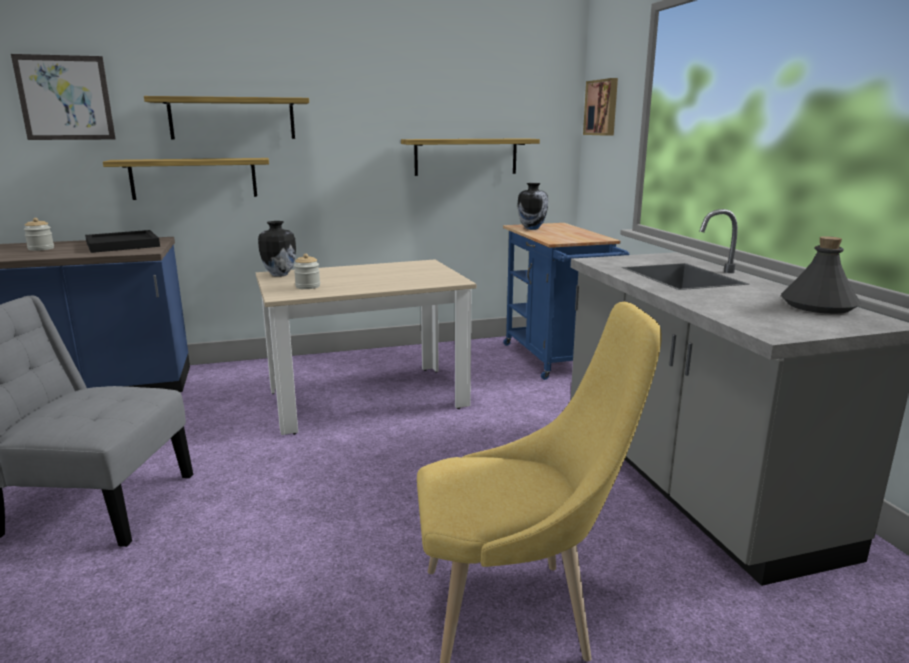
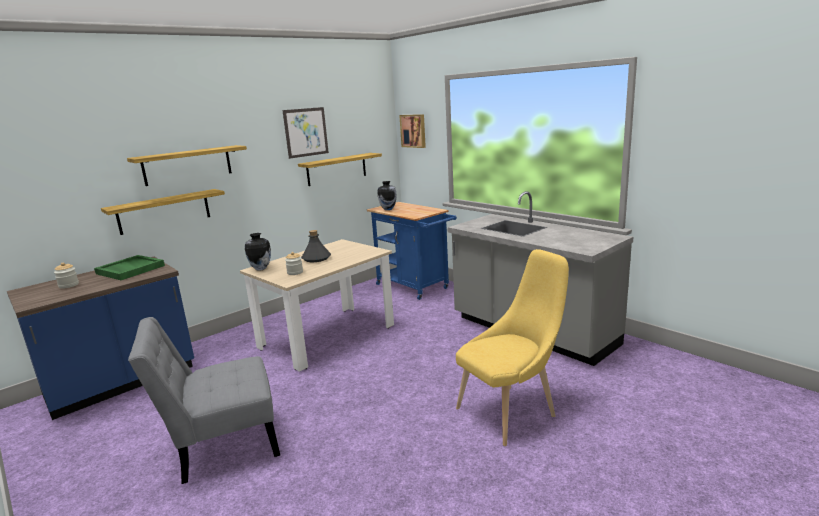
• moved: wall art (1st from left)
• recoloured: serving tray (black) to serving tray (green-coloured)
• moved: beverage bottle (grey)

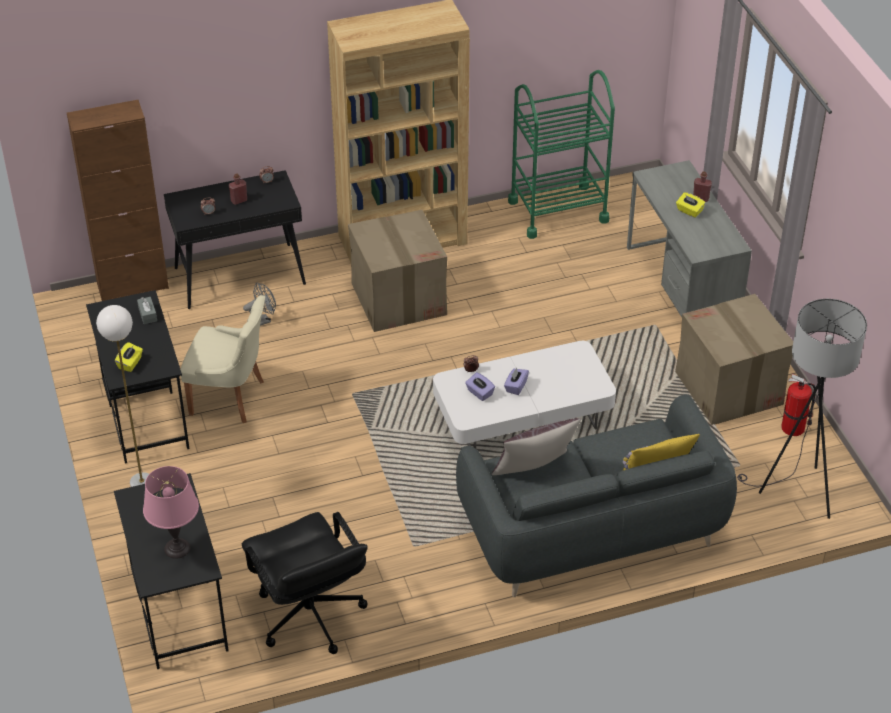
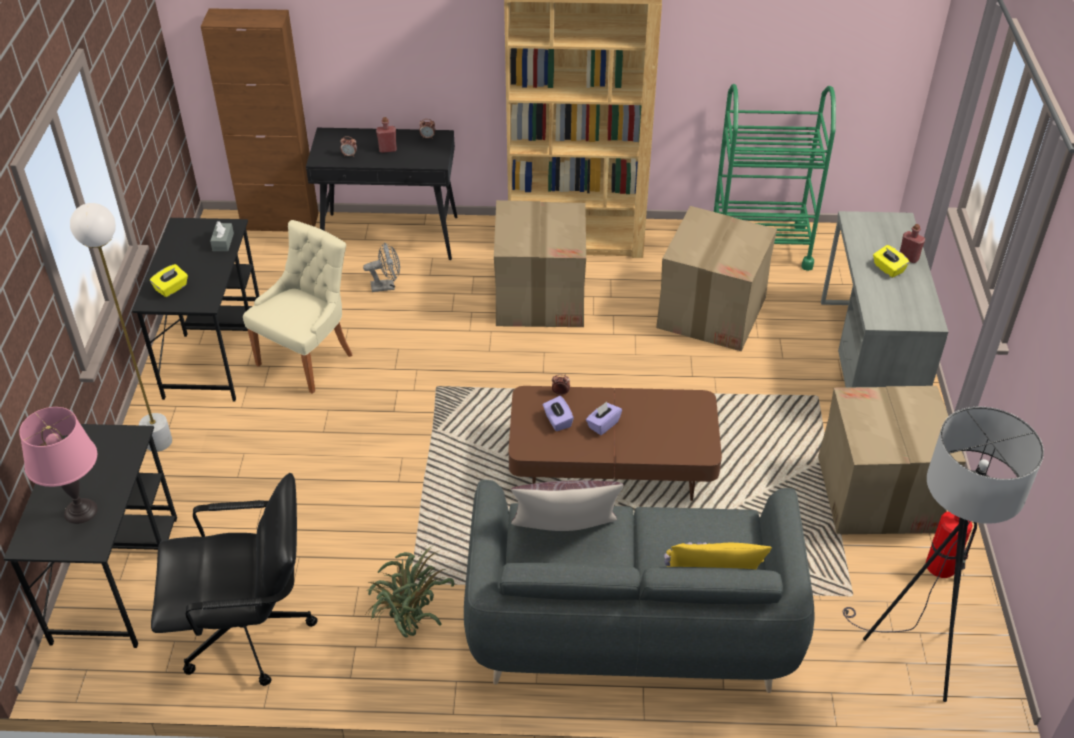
• turned: plain chair (beige-coloured) 90 degrees counterclockwise
• turned: desk chair (black) 90 degrees counterclockwise
• recoloured: lounge table (white-coloured) to lounge table (brownish)
• added: plant in a pot
• added: packing box (2nd from left)

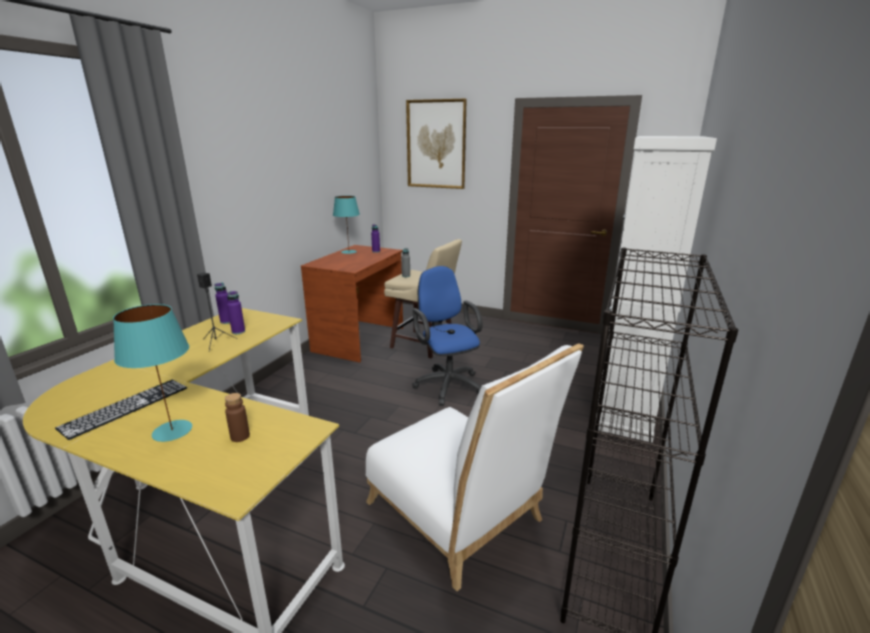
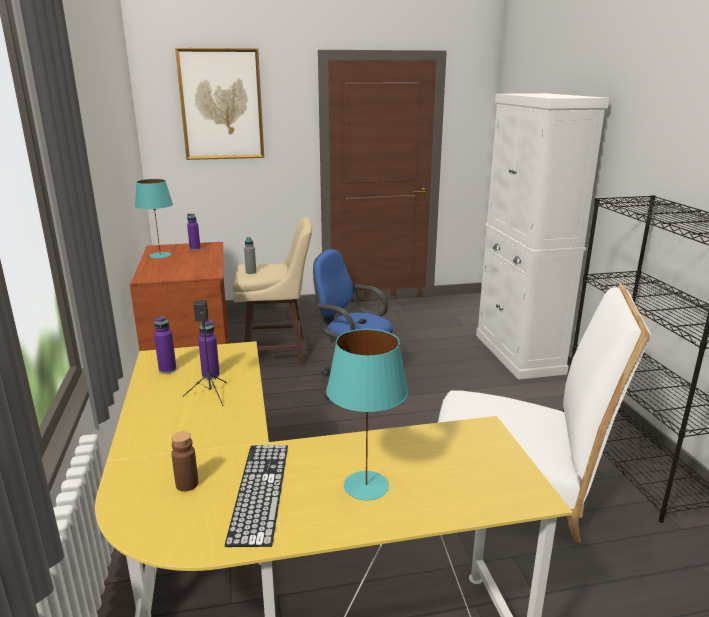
• moved: beverage bottle (brownish)

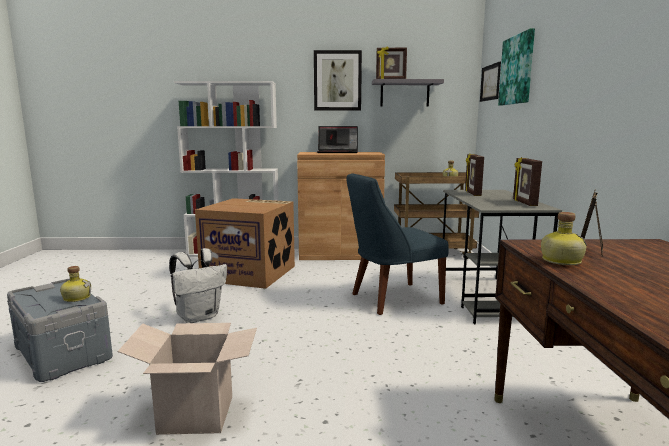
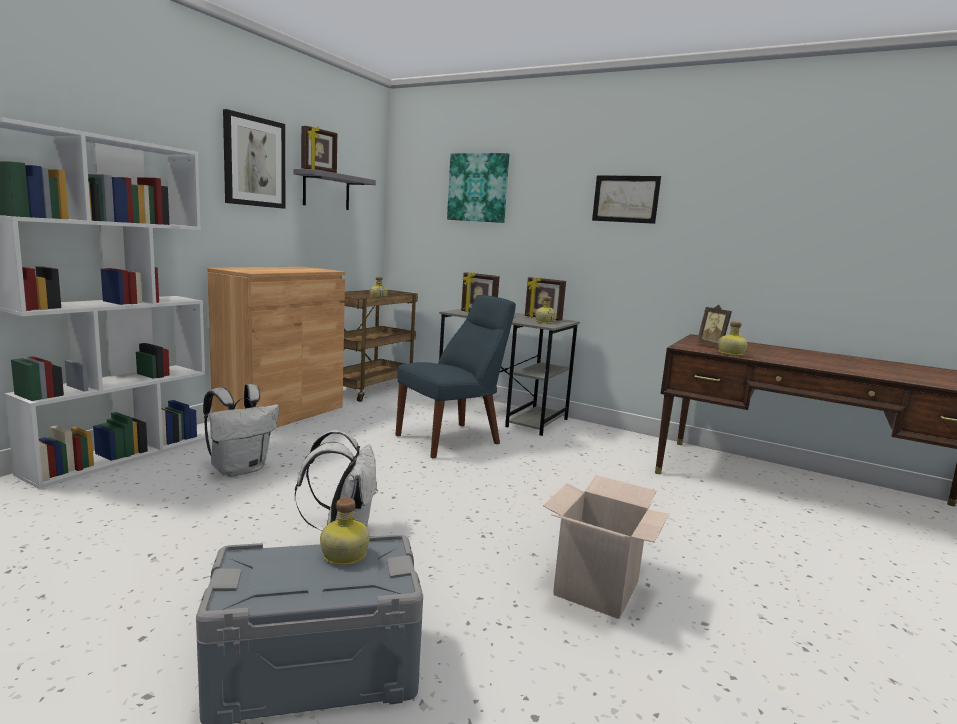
• replaced: packing box (2nd from left) to backpack (white-coloured) (1st from left)
• removed: laptop
• turned: plain chair (blue) 135 degrees counterclockwise
• moved: wall art (2nd from left in the first image) to wall art (3rd from left)
• added: beverage bottle (3rd from left)

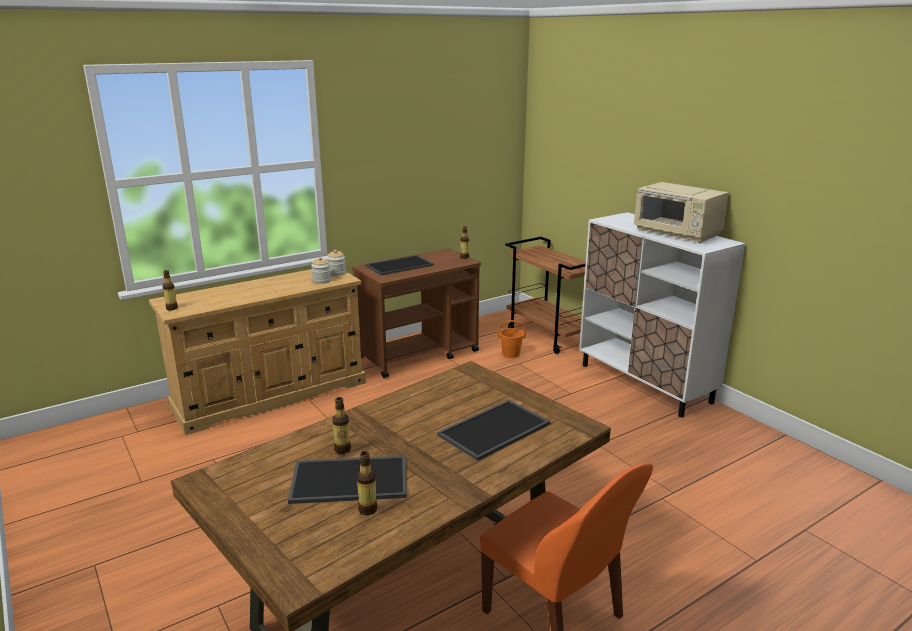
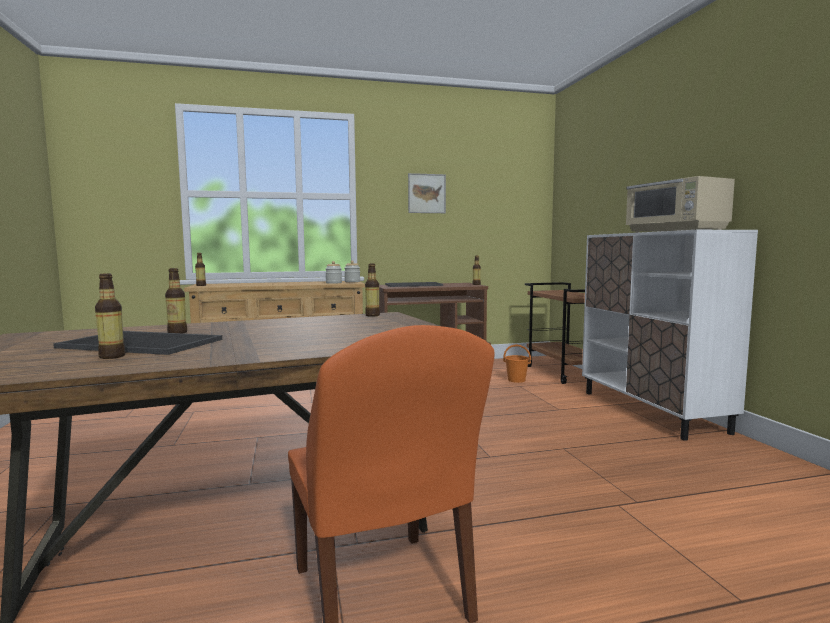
• removed: serving tray (3rd from left)
• added: beverage bottle (4th from left)
• added: wall art

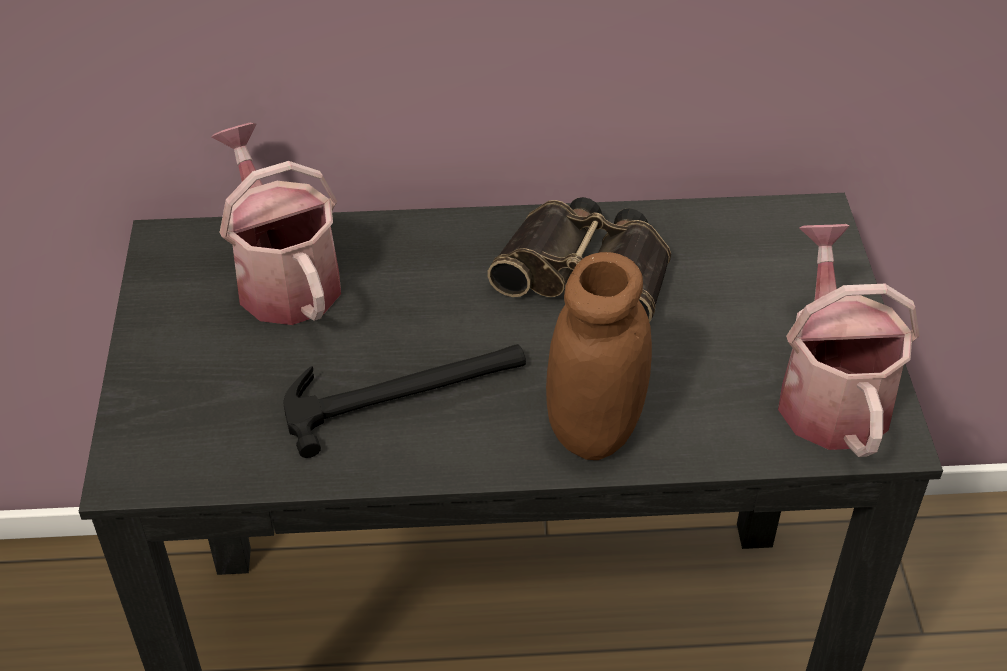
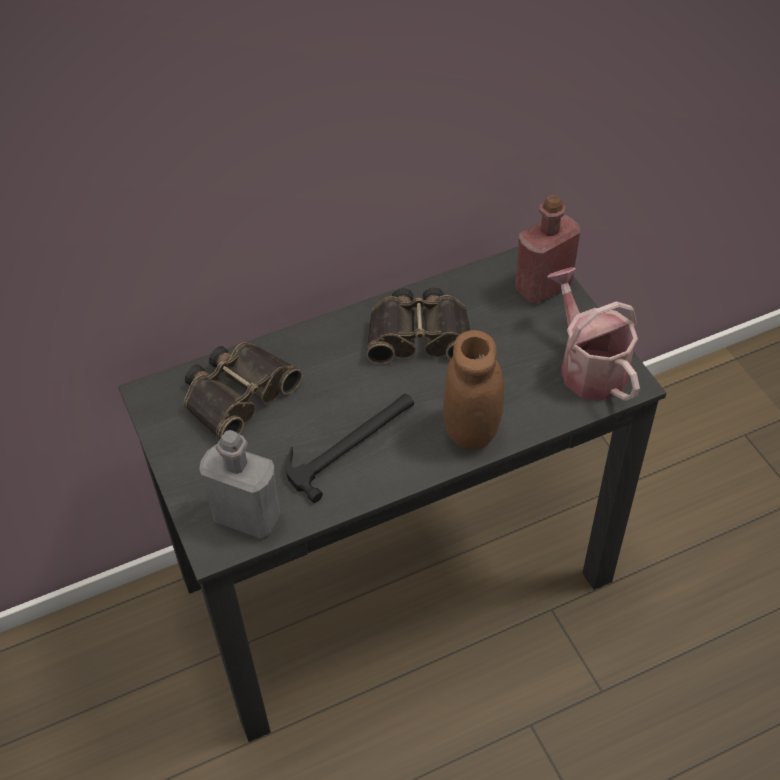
• replaced: watering can (1st from left) to field glasses (1st from left)
• added: beverage bottle (grey)
• added: beverage bottle (red)

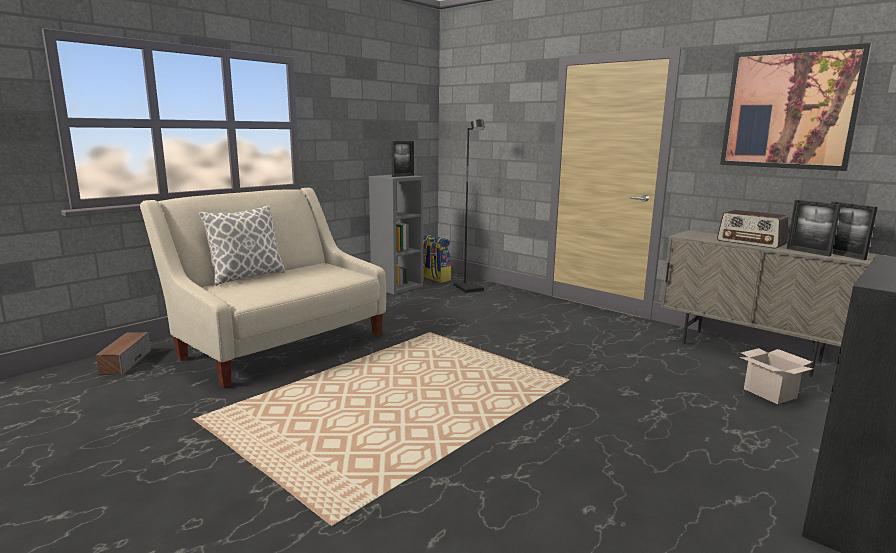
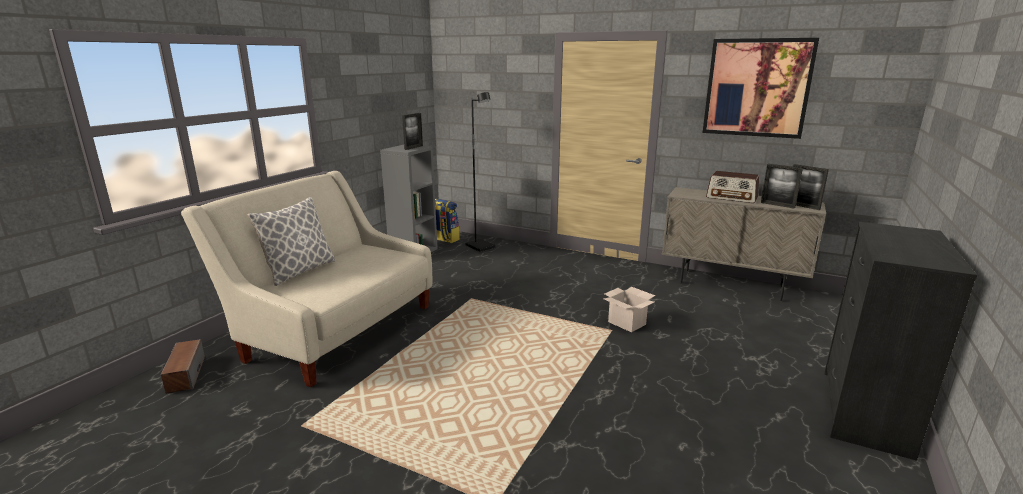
• moved: packing box

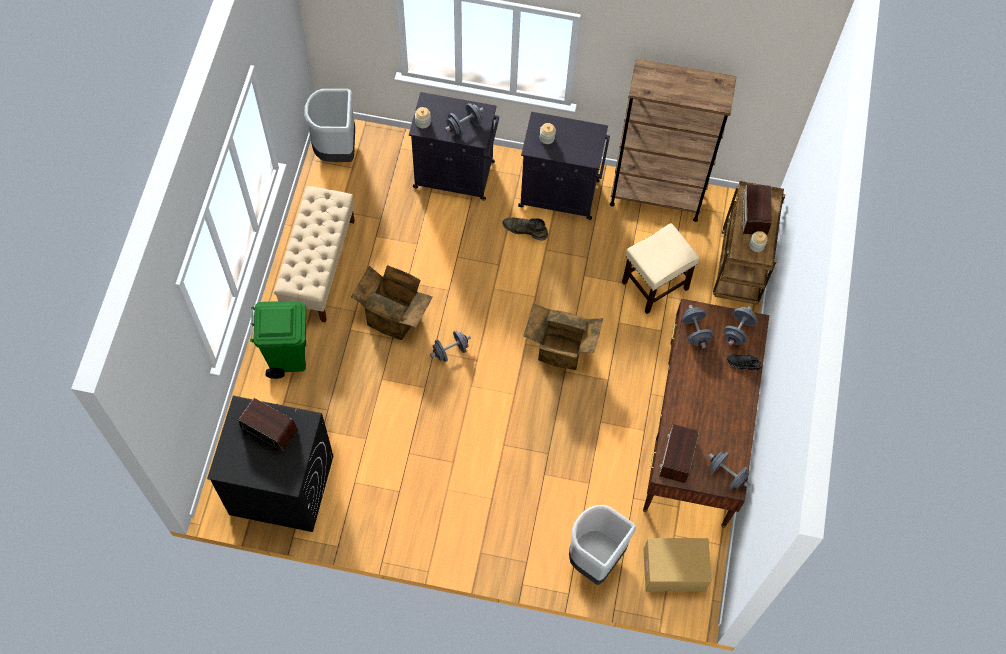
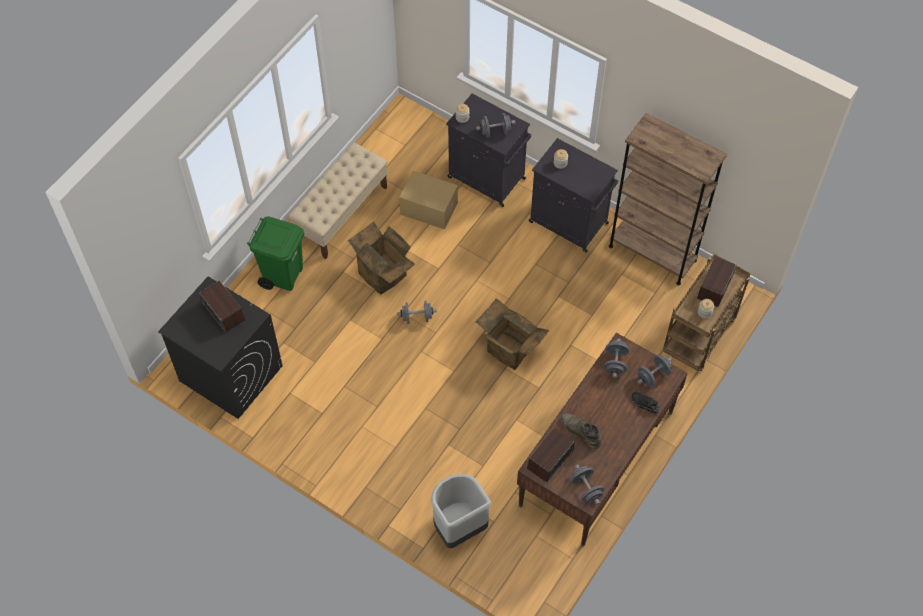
• removed: rubbish bin (grey) (1st from left)
• moved: high-top boot (green-coloured)
• removed: stool seat (beige-coloured)
• moved: packing box (3rd from left in the first image) to packing box (2nd from left)

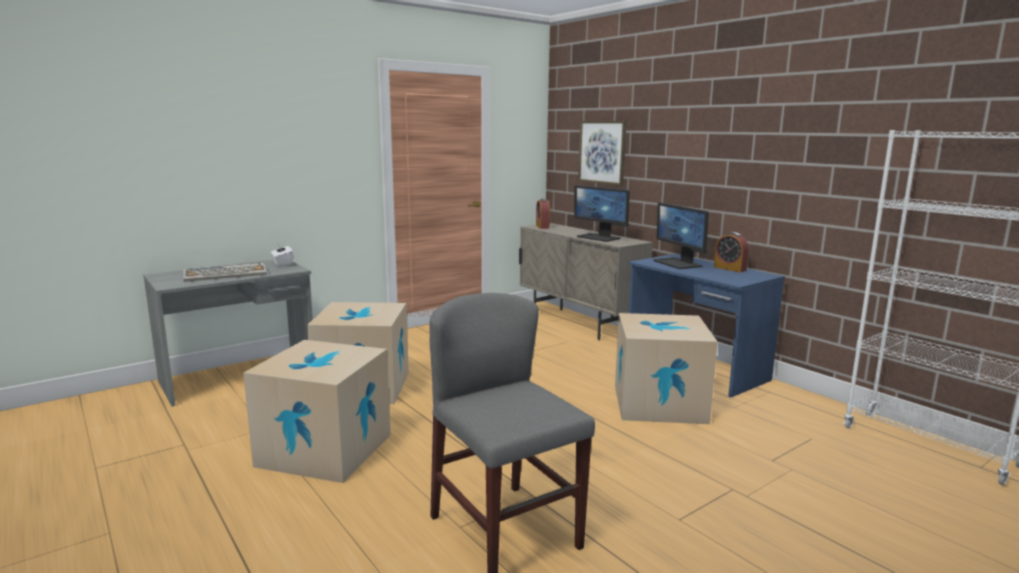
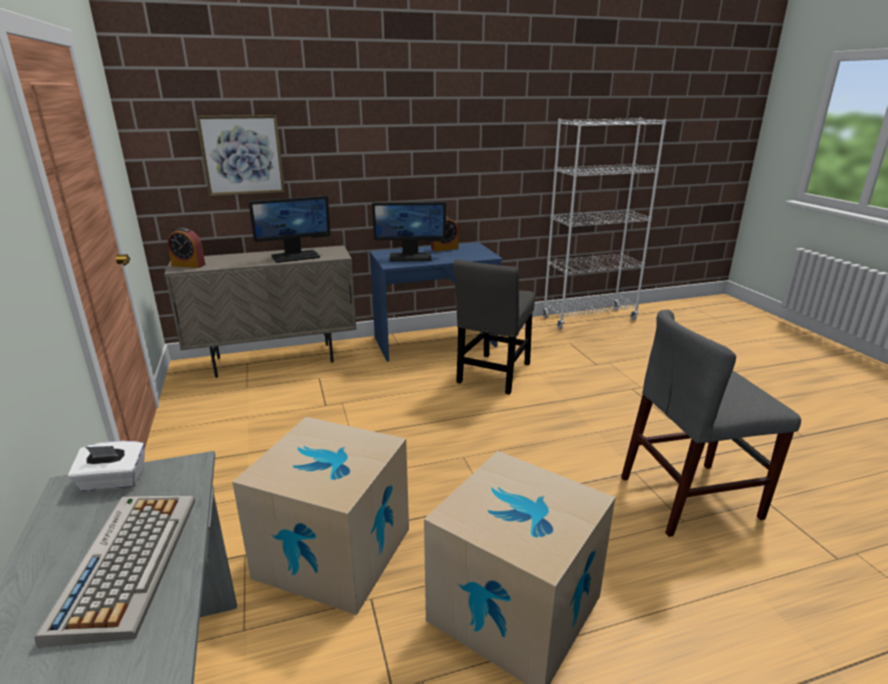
• replaced: packing box (3rd from left) to plain chair (grey) (1st from left)

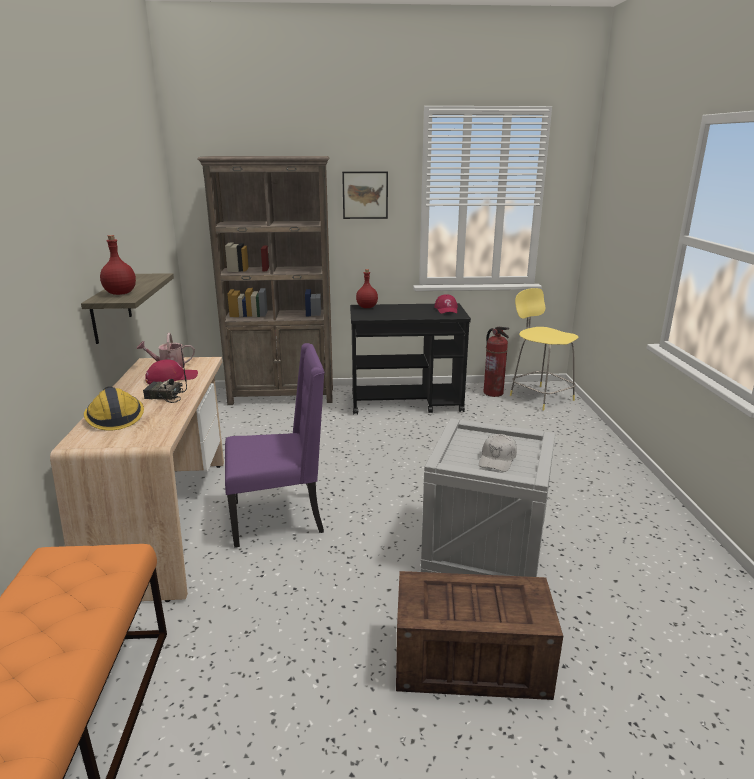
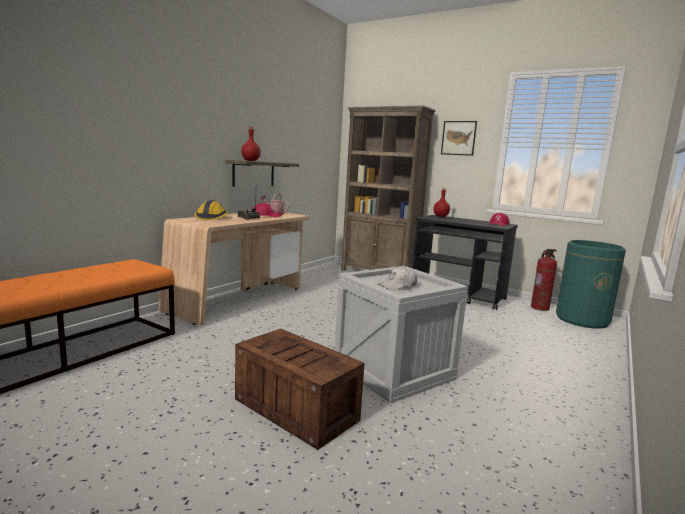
• removed: plain chair (purple)
• replaced: stool seat (yellow) to rubbish bin (green-coloured)

